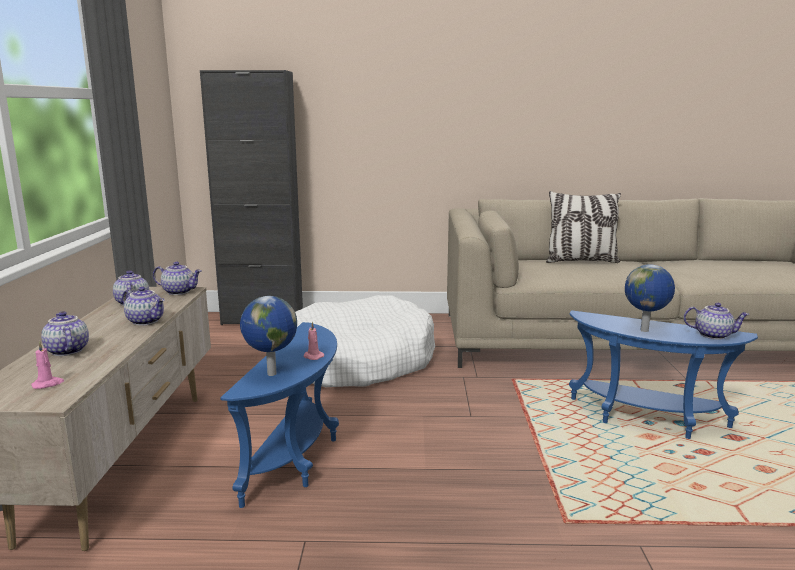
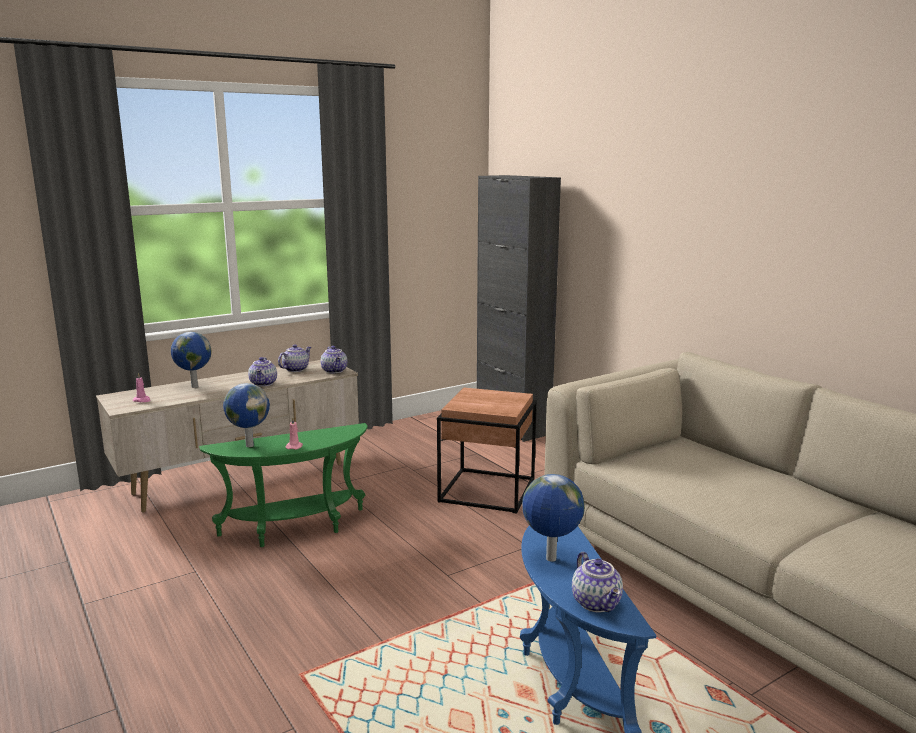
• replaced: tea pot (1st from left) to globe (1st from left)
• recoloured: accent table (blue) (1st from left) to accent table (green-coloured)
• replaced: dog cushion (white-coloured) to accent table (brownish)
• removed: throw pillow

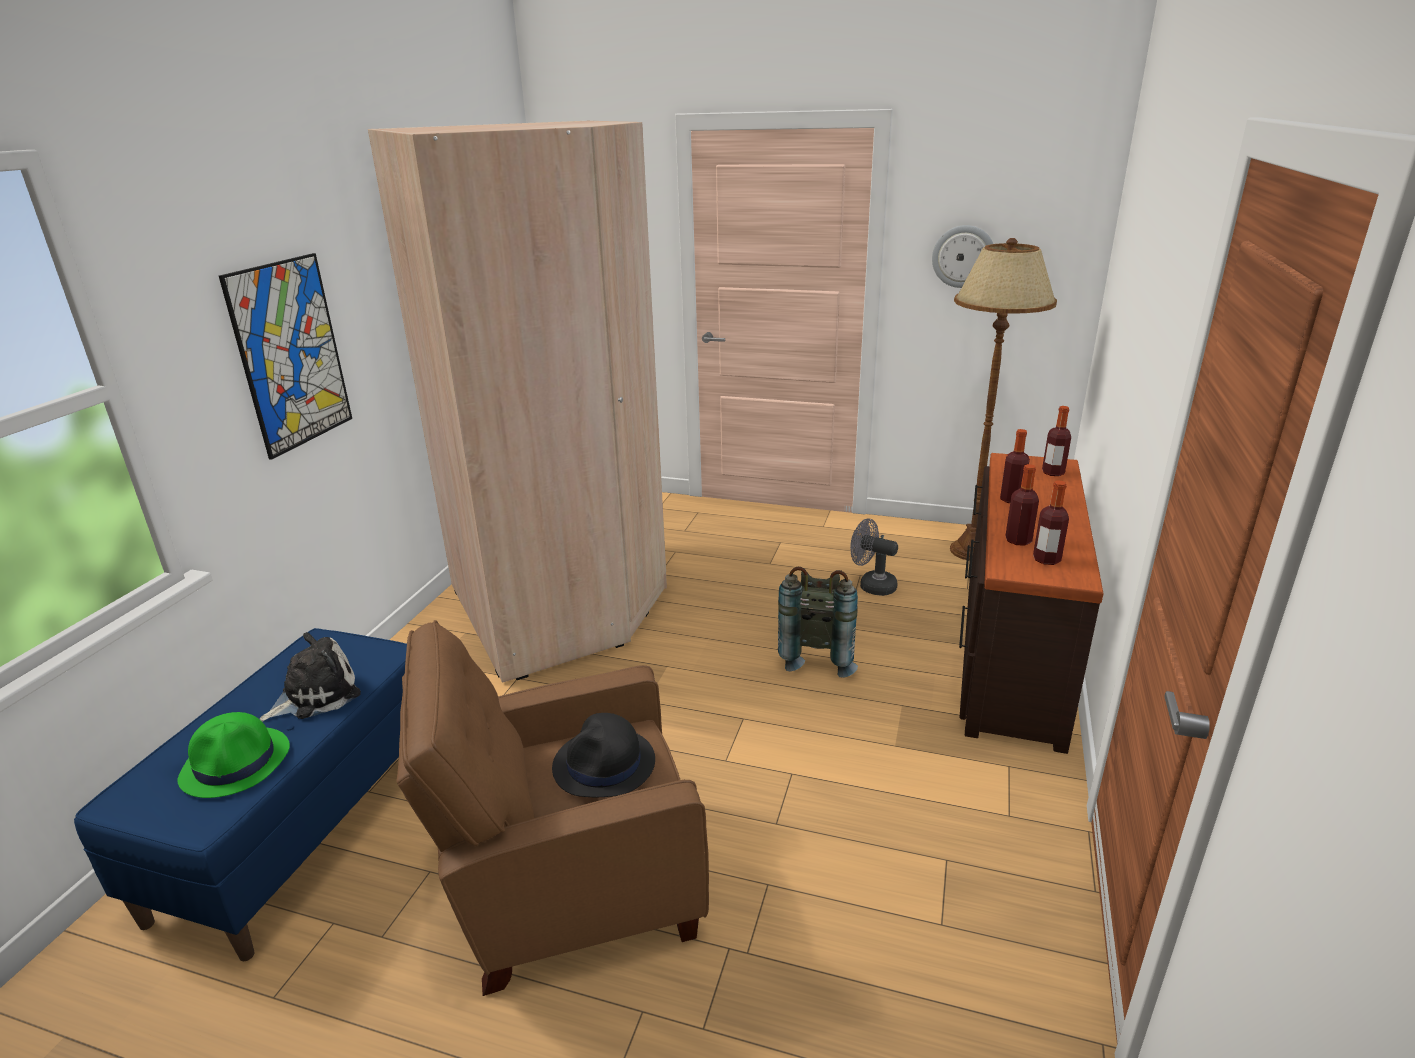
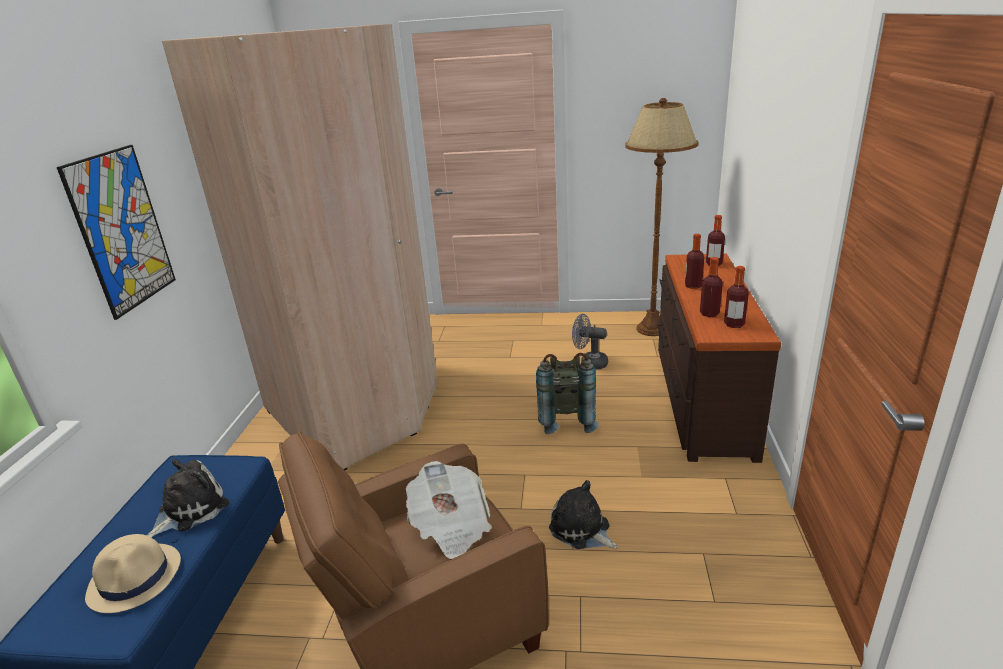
• recoloured: hat (green-coloured) to hat (beige-coloured)
• replaced: hat (black) to daily paper
• removed: clock on the wall
• added: plush toy (2nd from left)

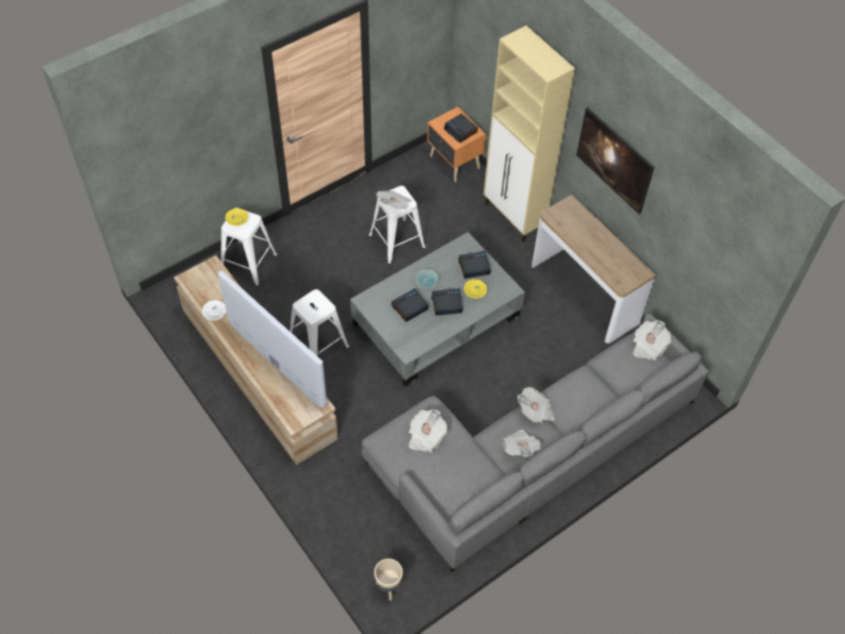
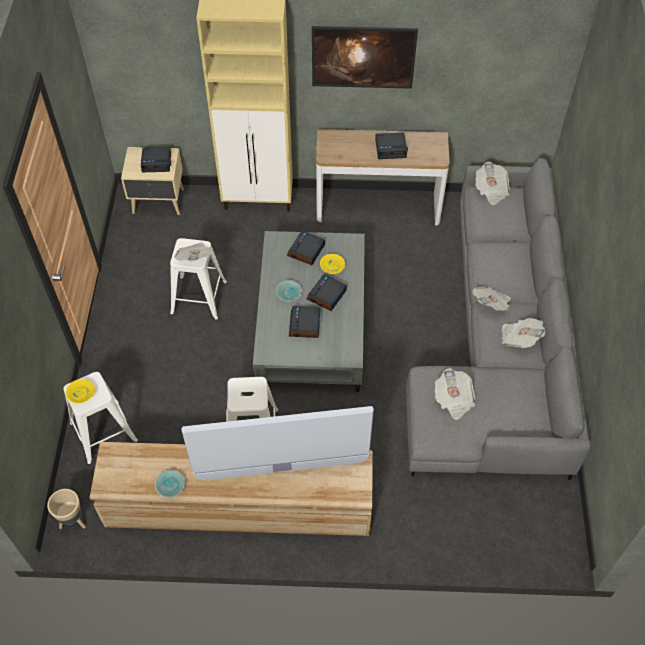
• recoloured: bowl (white-coloured) to bowl (turquoise) (1st from left)
• moved: flower pot (beige-coloured)
• recoloured: bedside table (orangey) to bedside table (beige-coloured)
• added: bedside clock (5th from left)

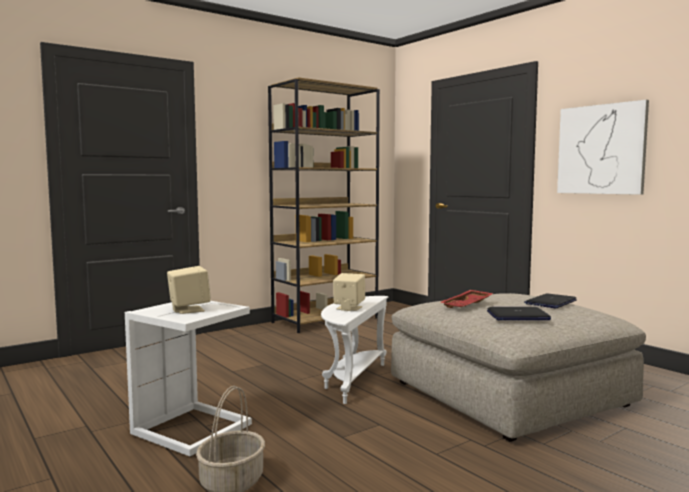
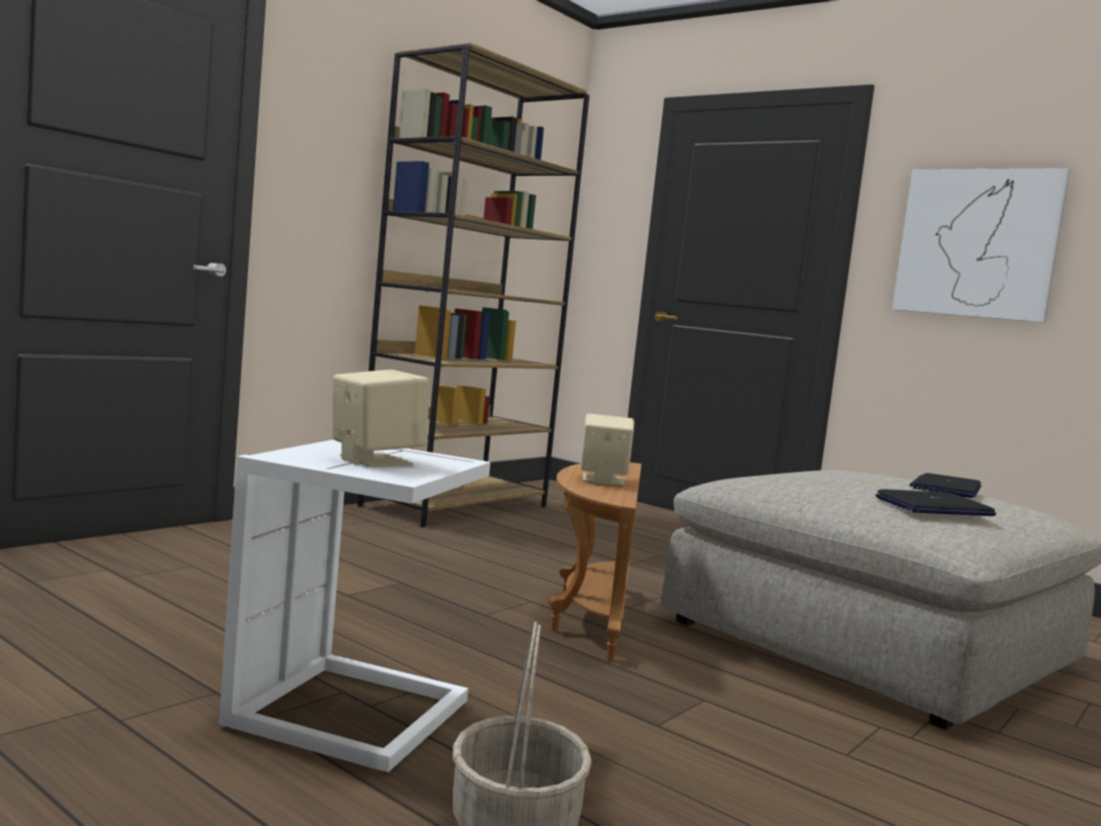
• recoloured: accent table (white-coloured) (2nd from left) to accent table (brownish)
• removed: serving tray (red)

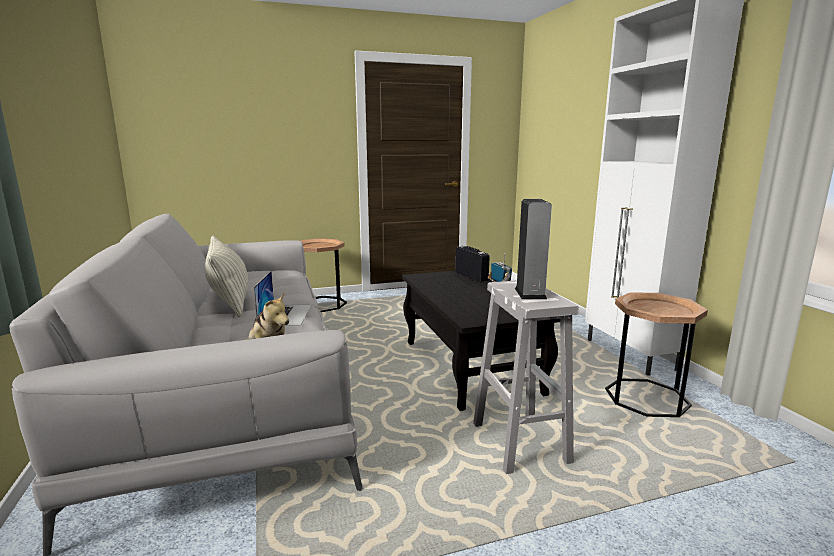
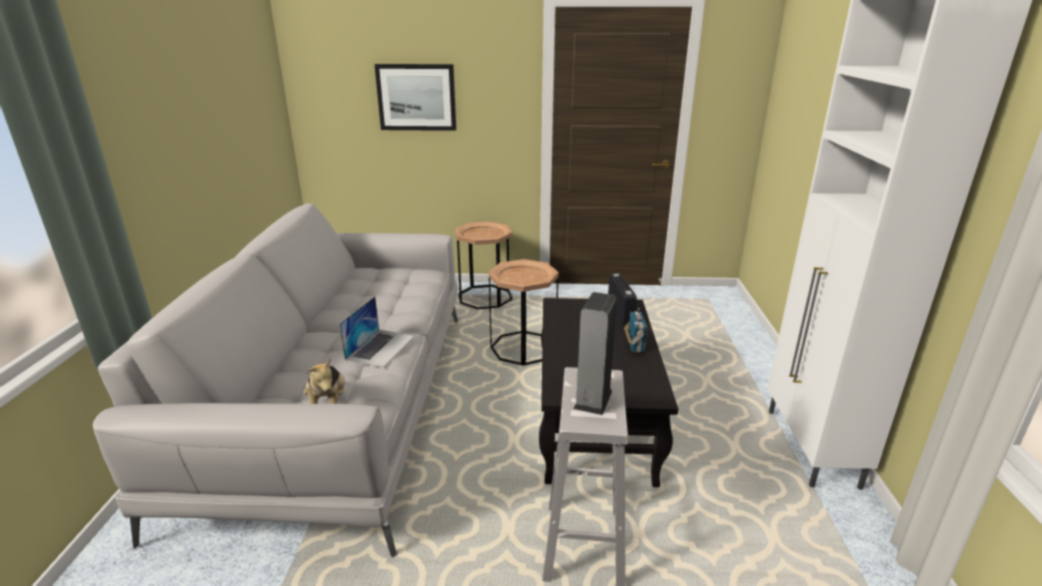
• removed: throw pillow
• moved: accent table (brownish) (2nd from left)
• added: wall art

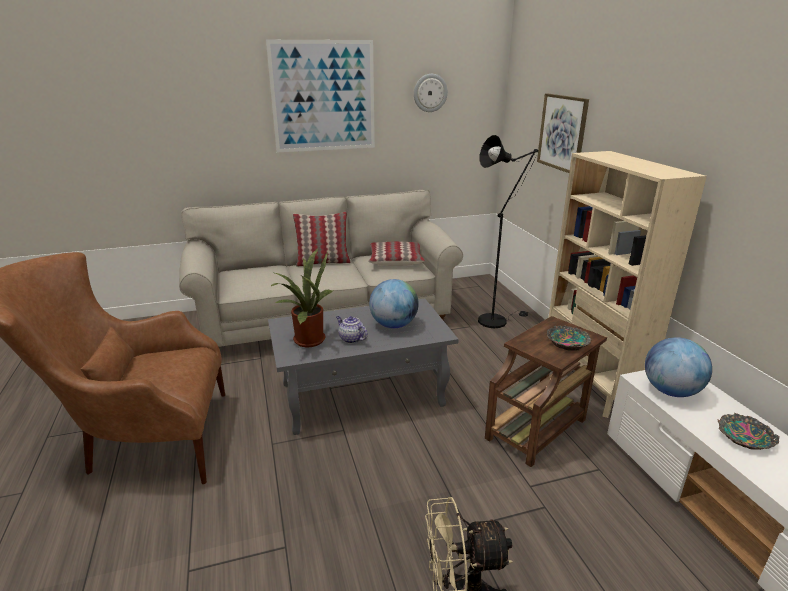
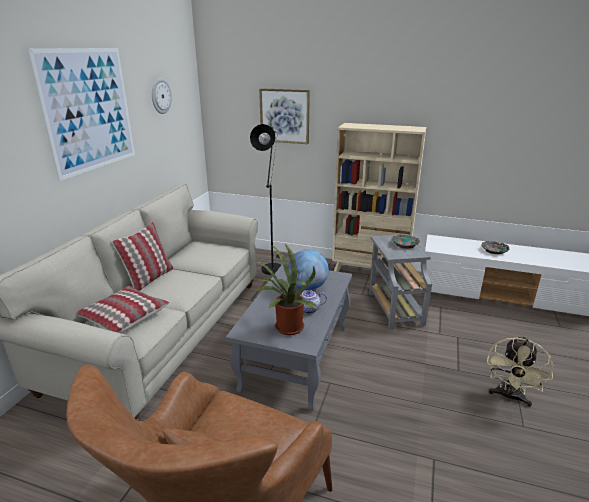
• moved: throw pillow (2nd from left in the first image) to throw pillow (1st from left)
• recoloured: accent table (brownish) to accent table (grey)
• removed: globe (2nd from left)

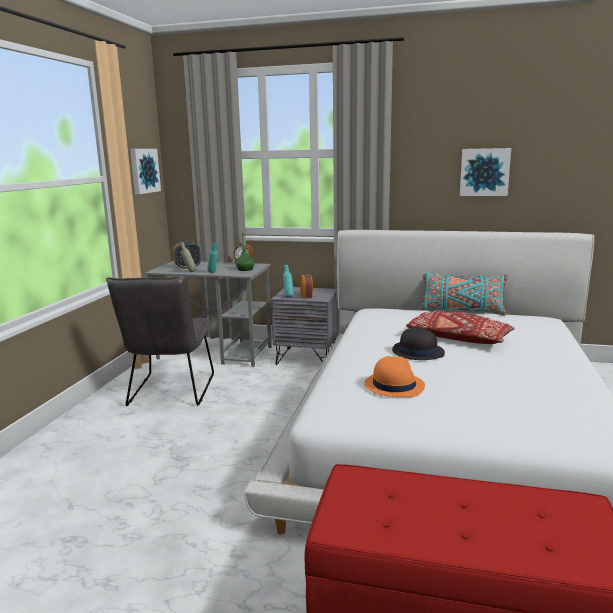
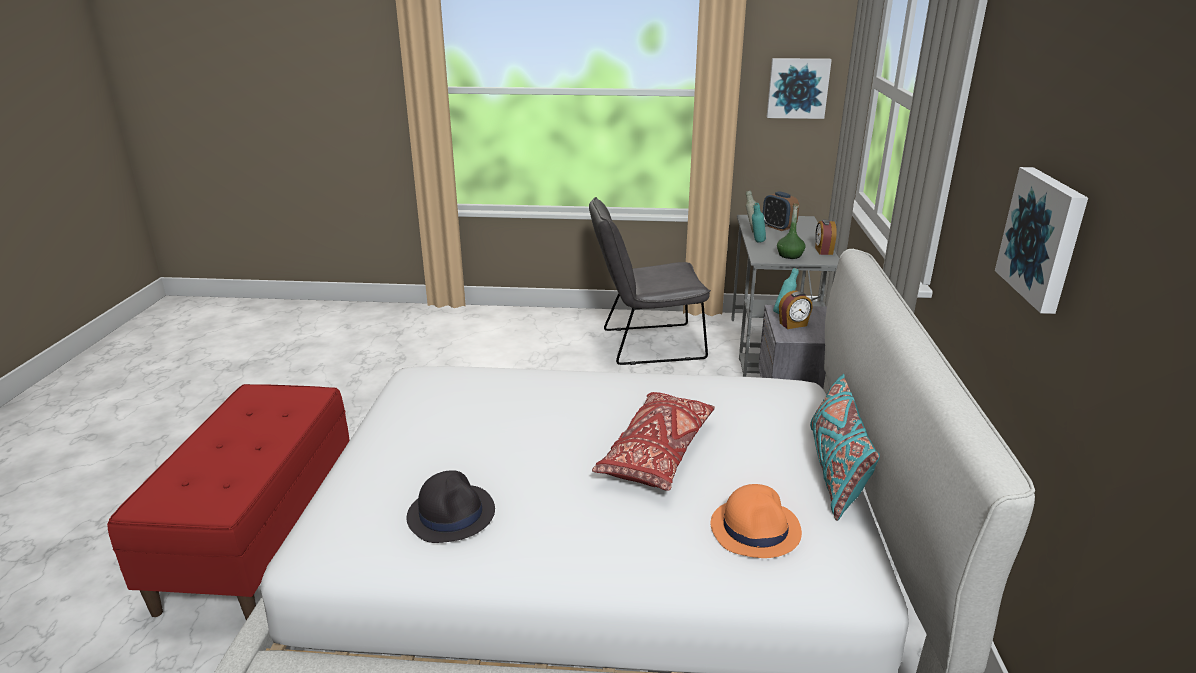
• moved: hat (orangey)
• moved: hat (black)

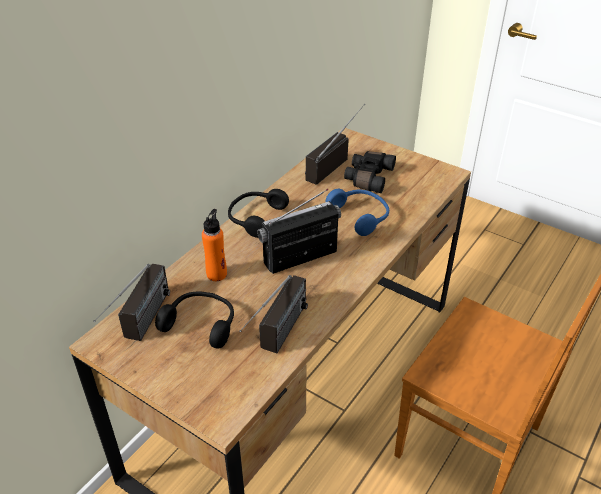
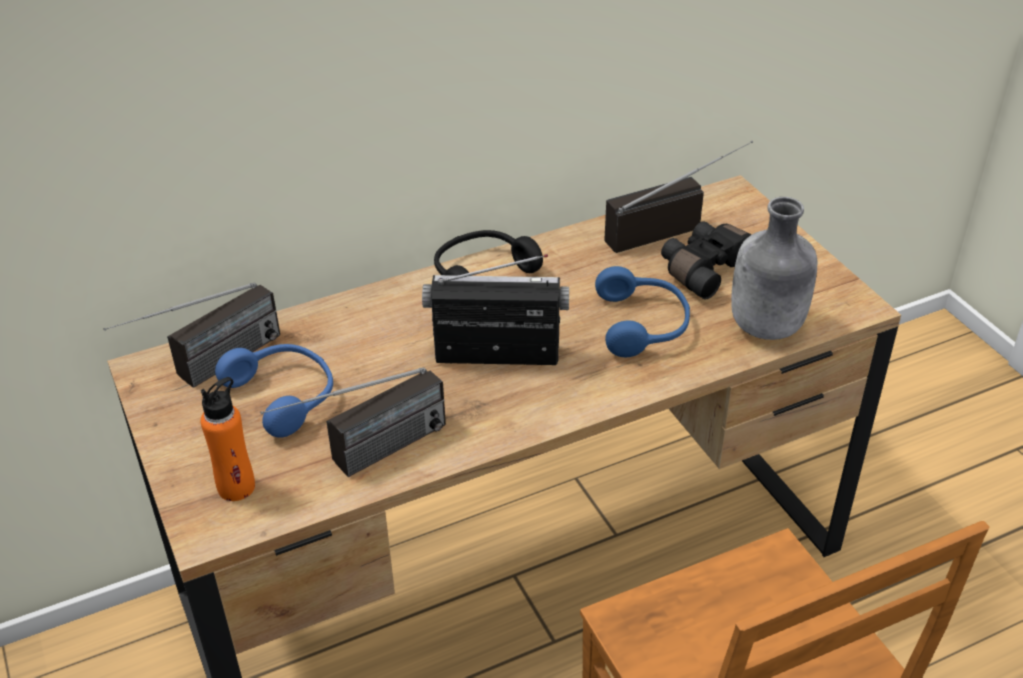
• recoloured: headset (black) (1st from left) to headset (blue) (1st from left)
• moved: beverage bottle (orangey)
• added: beverage bottle (grey)

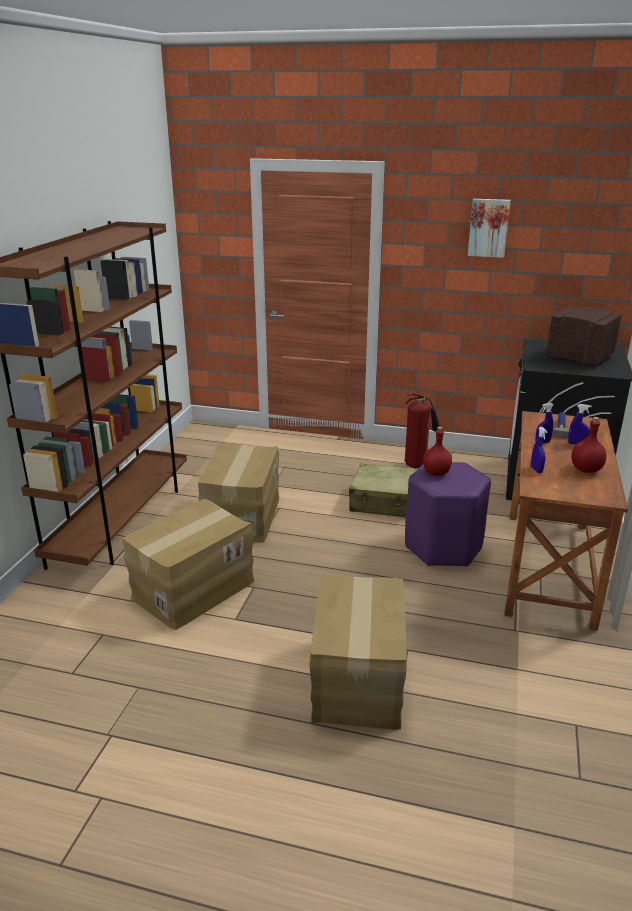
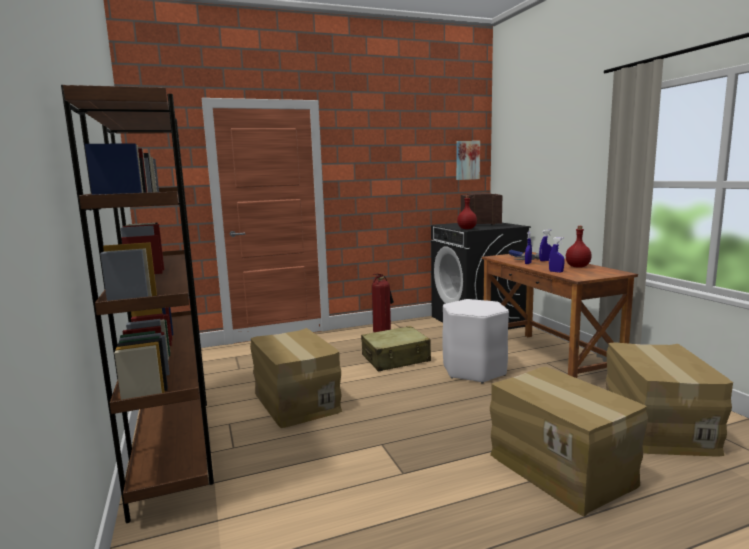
• moved: packing box (1st from left in the first image) to packing box (3rd from left)
• recoloured: stool seat (purple) to stool seat (white-coloured)
• moved: beverage bottle (red) (1st from left)
• moved: wall art

